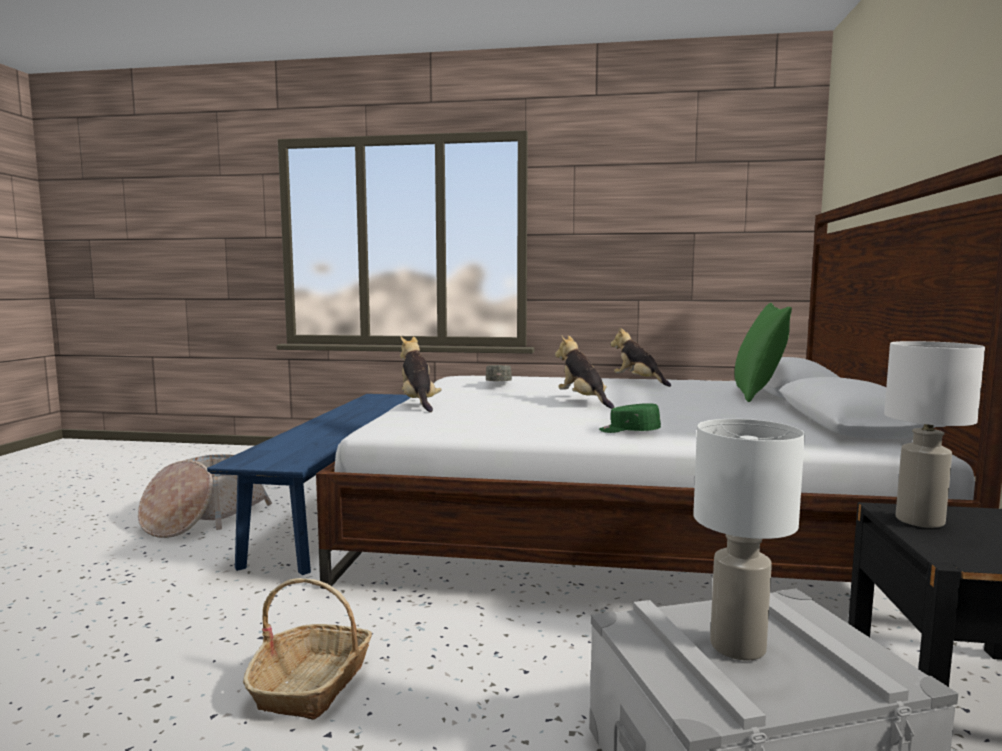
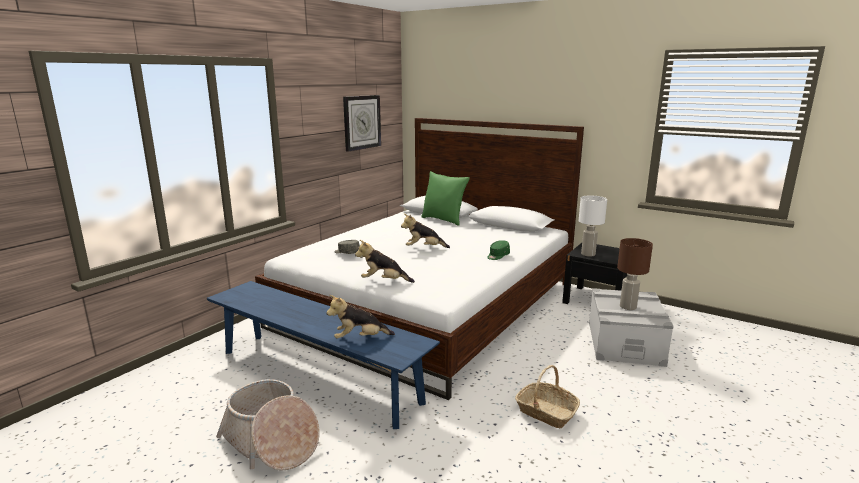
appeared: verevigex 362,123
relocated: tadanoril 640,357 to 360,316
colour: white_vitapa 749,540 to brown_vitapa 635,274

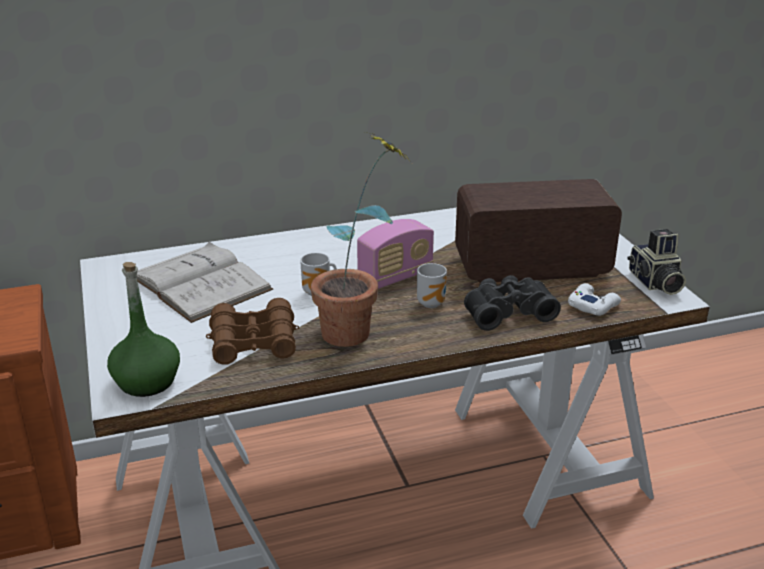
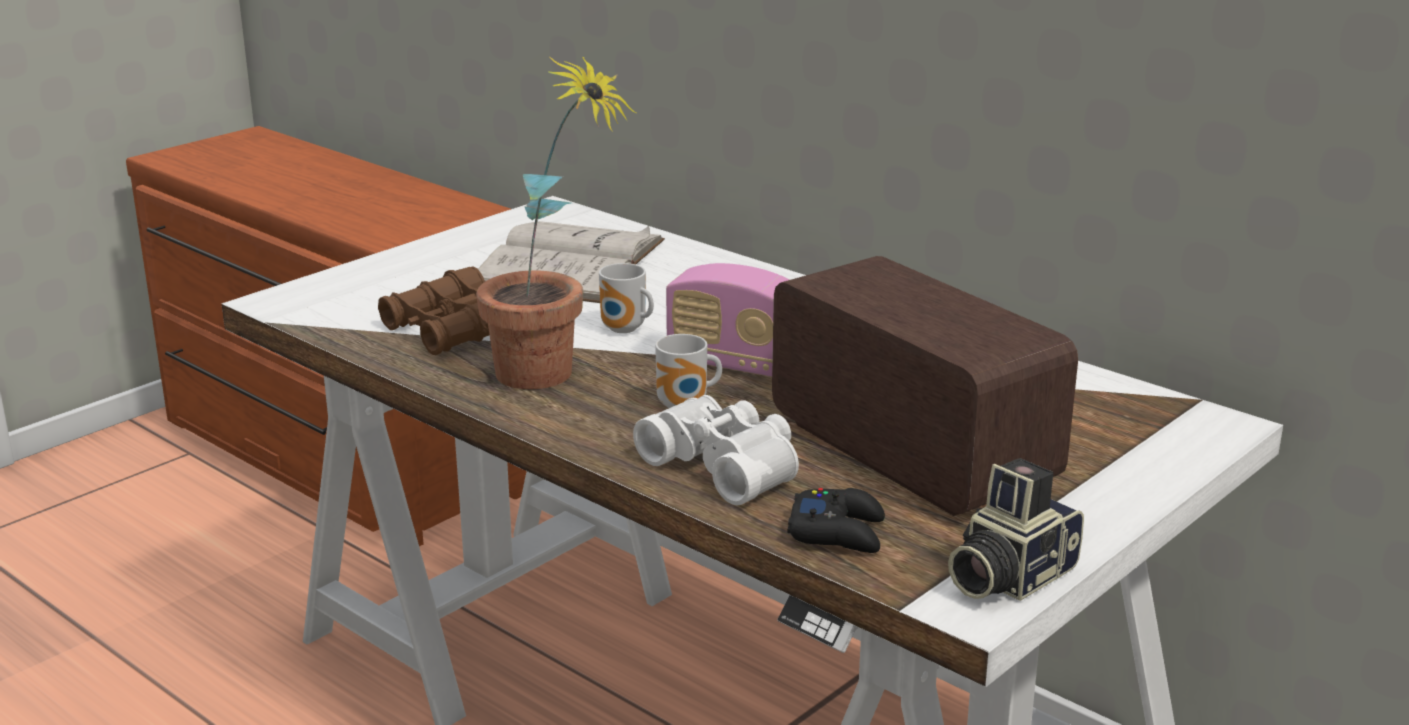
missing: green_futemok 143,329
colour: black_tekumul 512,303 to white_tekumul 716,450; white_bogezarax 594,299 to black_bogezarax 836,520

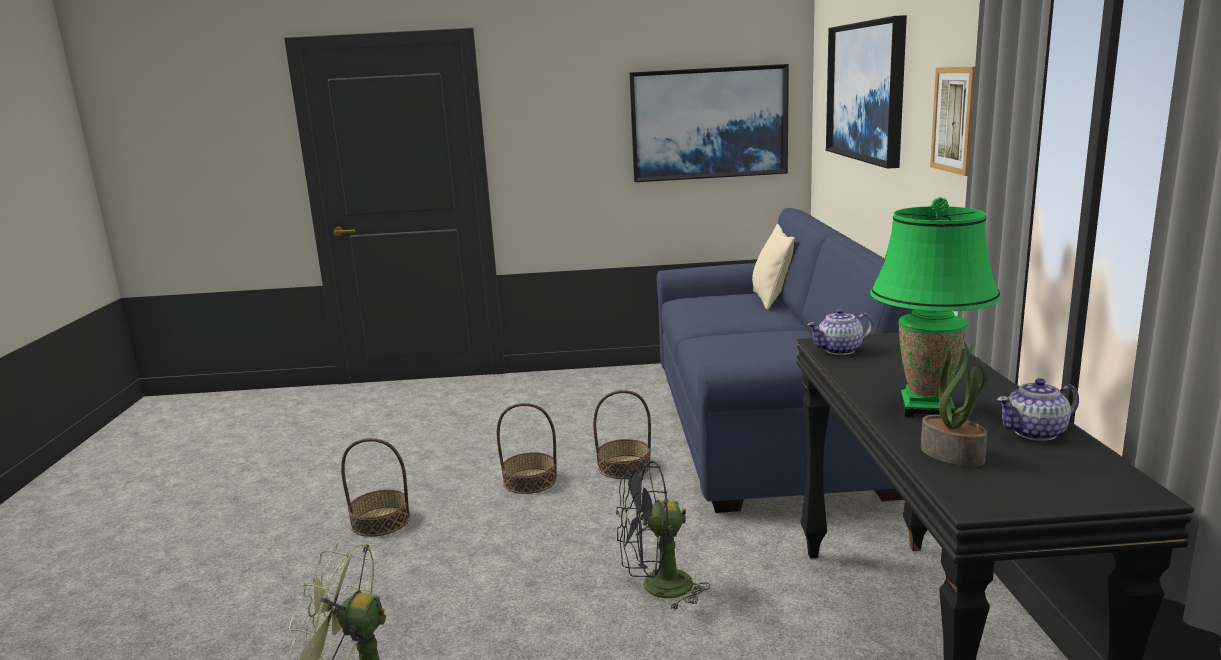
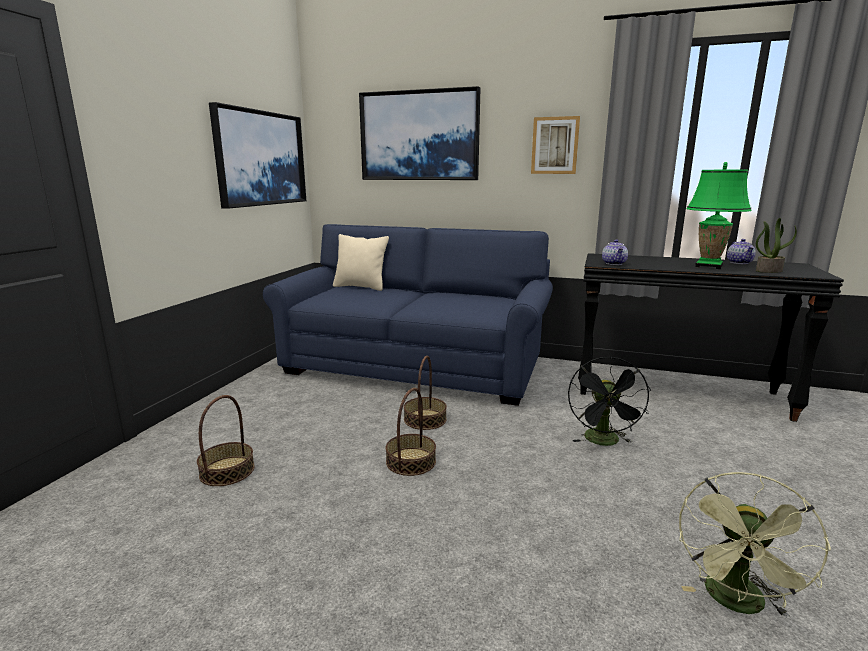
relocated: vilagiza 375,487 to 226,440

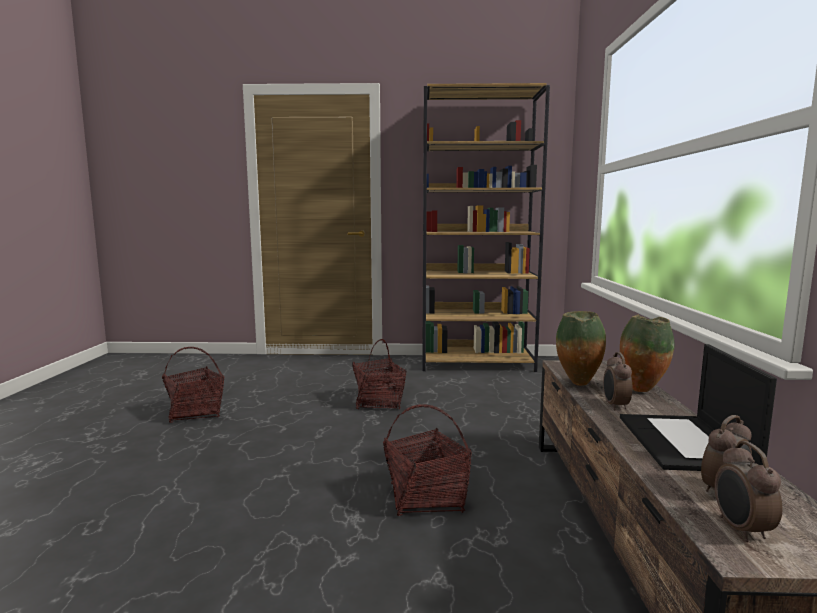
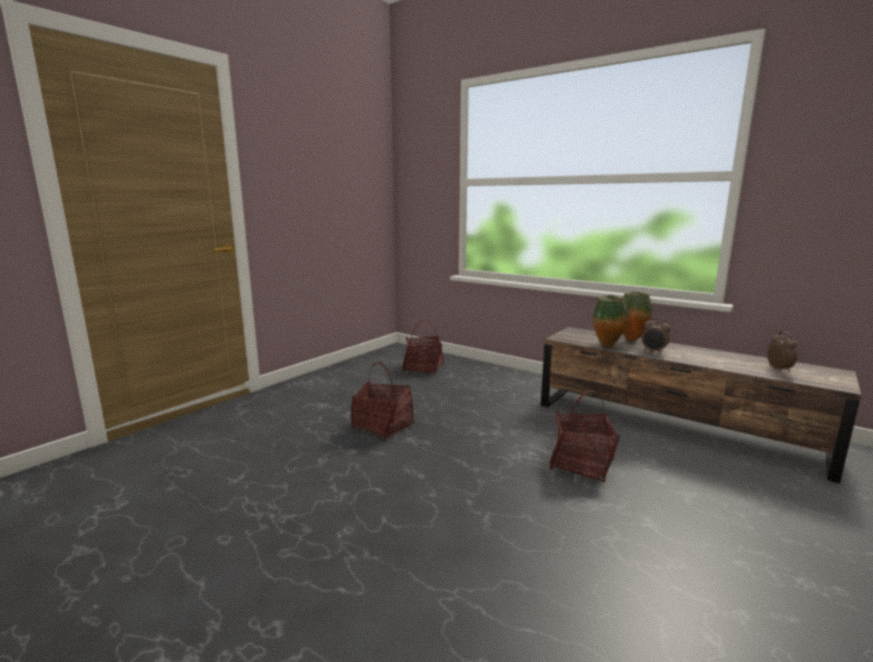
missing: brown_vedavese 486,227; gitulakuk 698,407; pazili 748,491
relocated: vilagiza 193,385 to 423,347

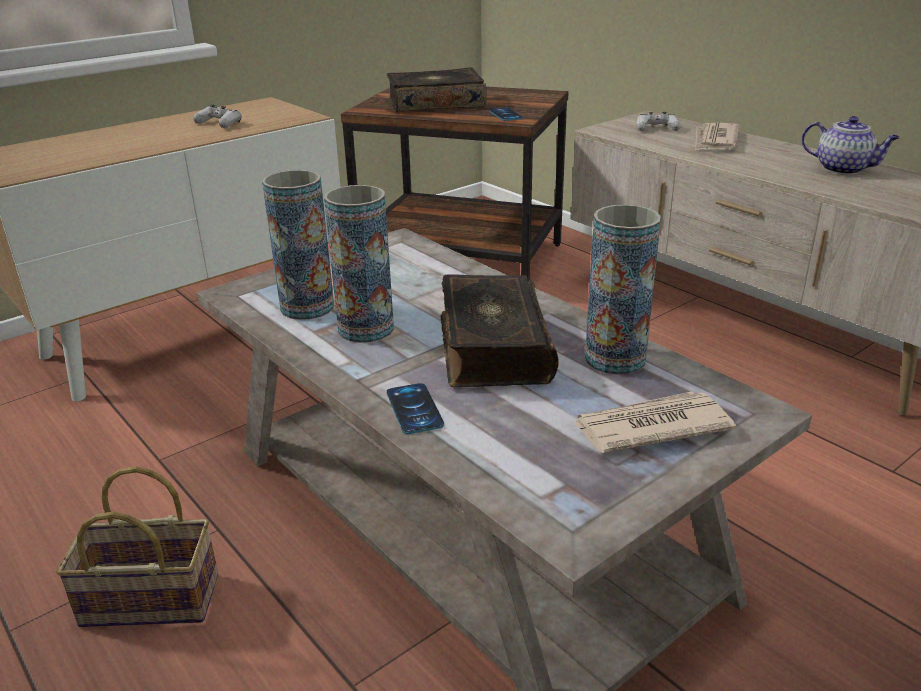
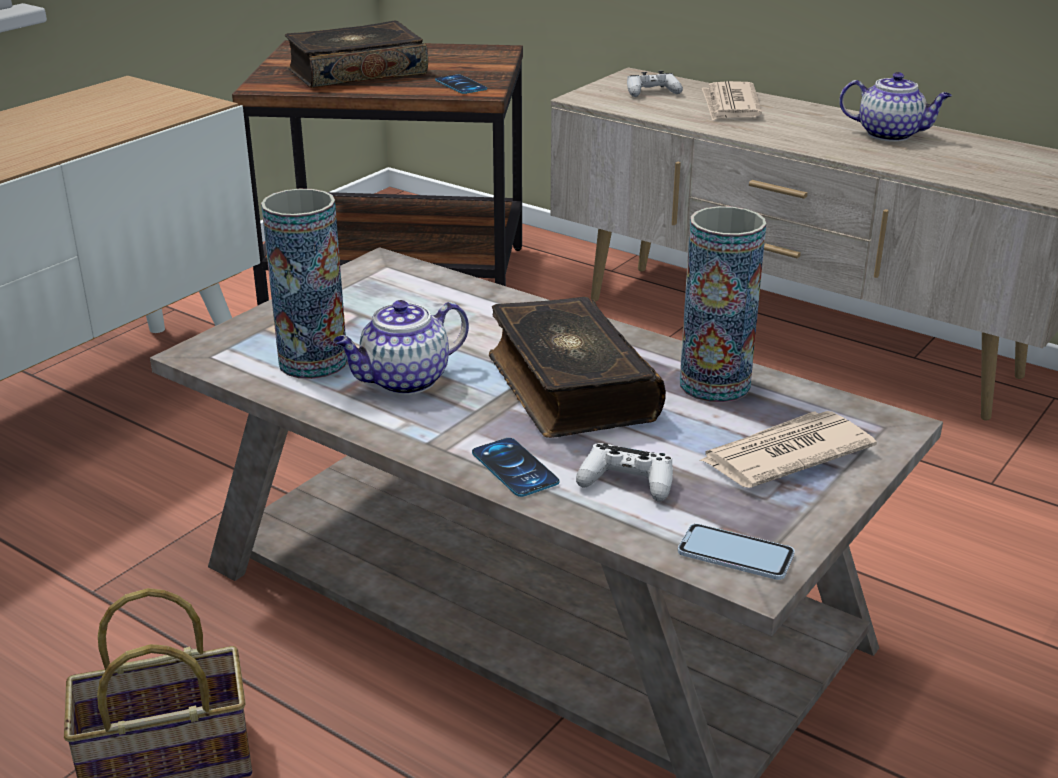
appeared: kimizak 736,551
relocated: white_bogezarax 217,116 to 624,472
exchanged: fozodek 359,264 to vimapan 401,347

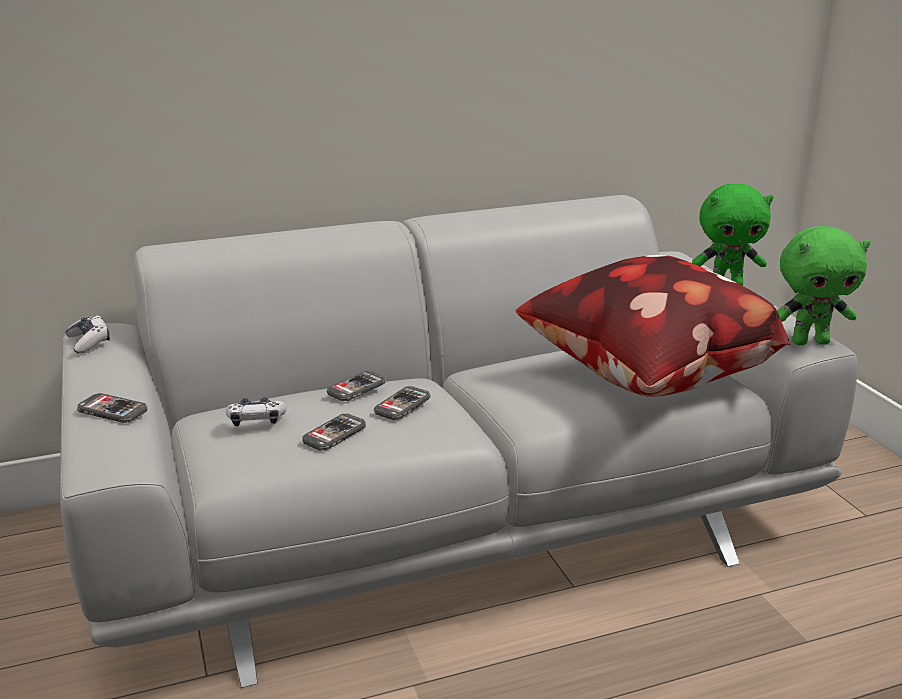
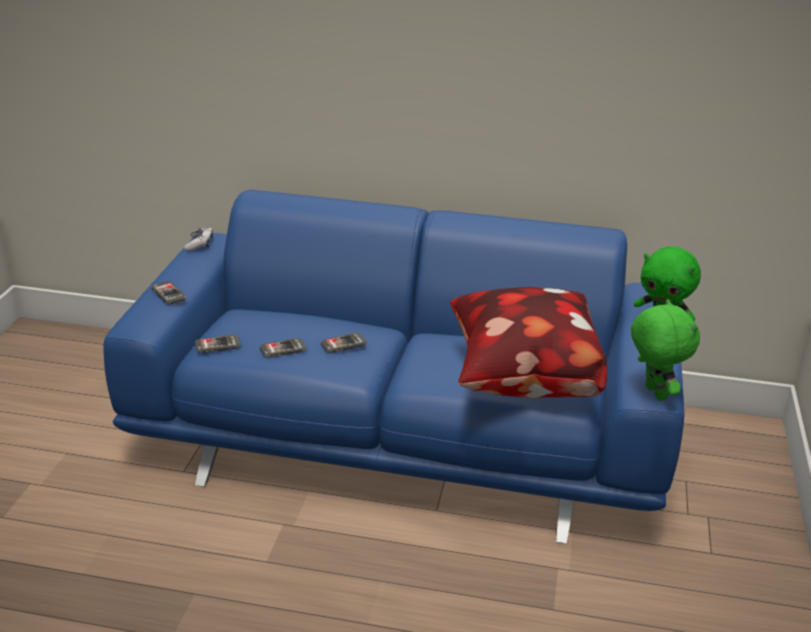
missing: bogezarax 256,411
relocated: kimizak 356,386 to 218,344
colour: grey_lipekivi 459,441 to blue_lipekivi 393,367
spun: green_tadanoril 824,285 = 665,350 135 degrees counterclockwise

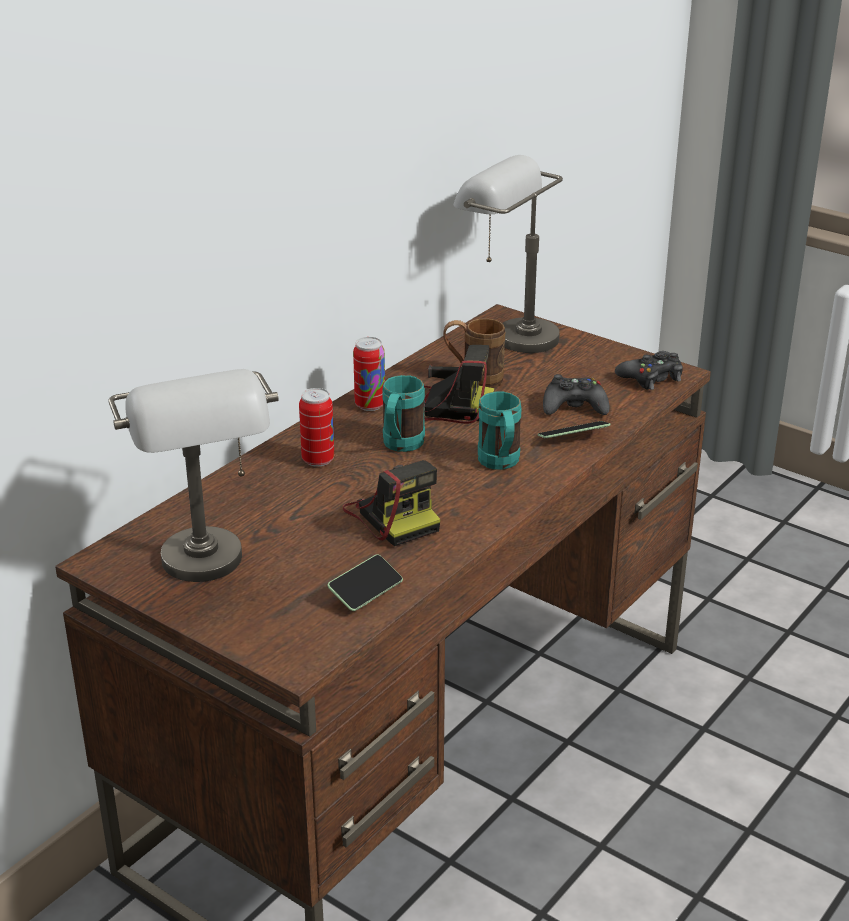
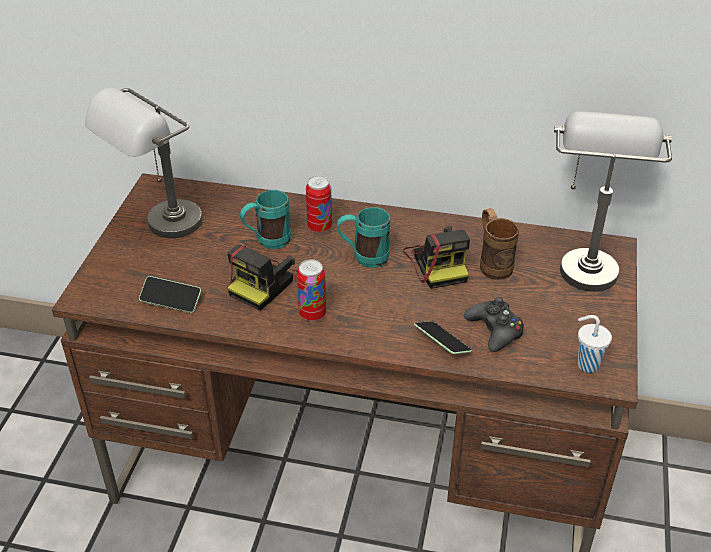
relocated: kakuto 369,374 to 311,290; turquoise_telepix 499,430 to 265,219
exchanged: black_bogezarax 649,370 to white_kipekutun 594,344

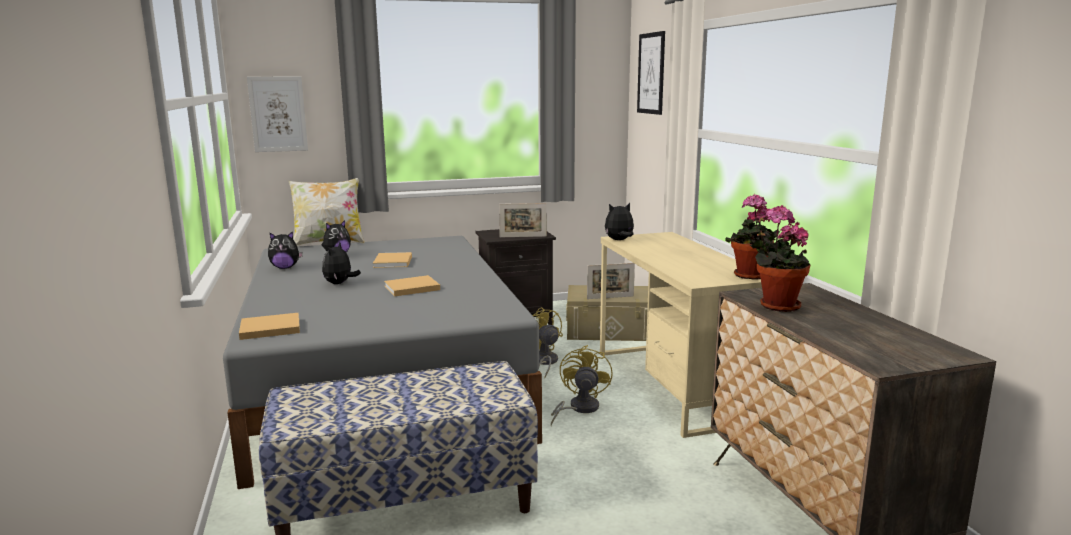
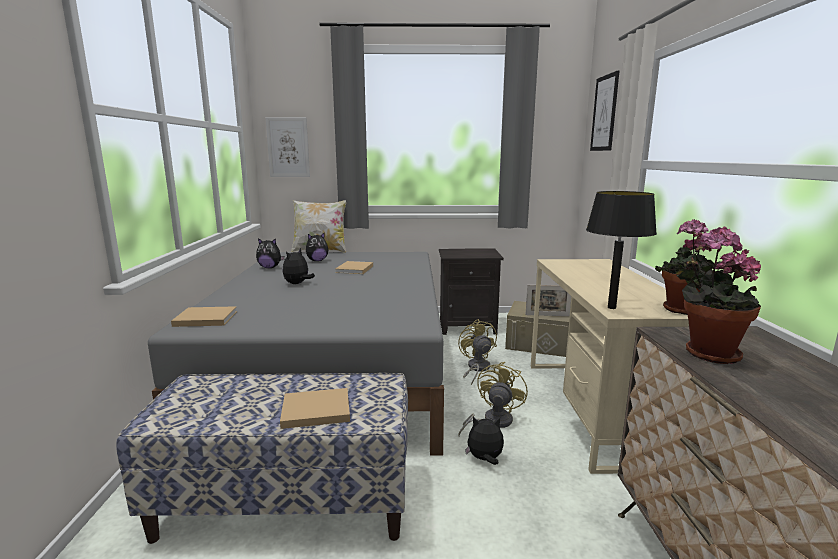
missing: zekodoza 523,220
appeared: black_vitapa 621,250
relocated: tadanoril 619,221 to 484,441; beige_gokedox 412,285 to 315,408

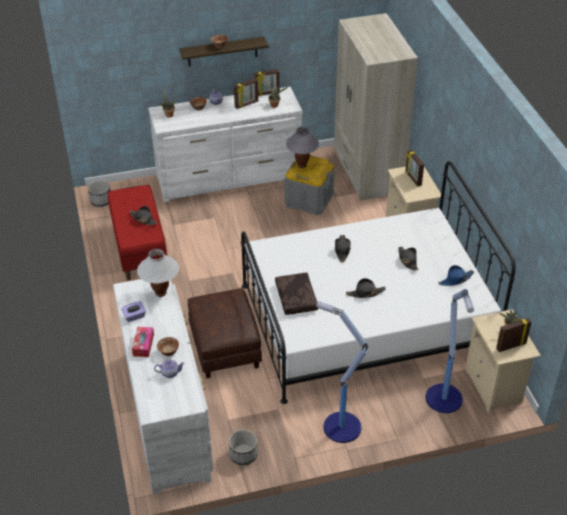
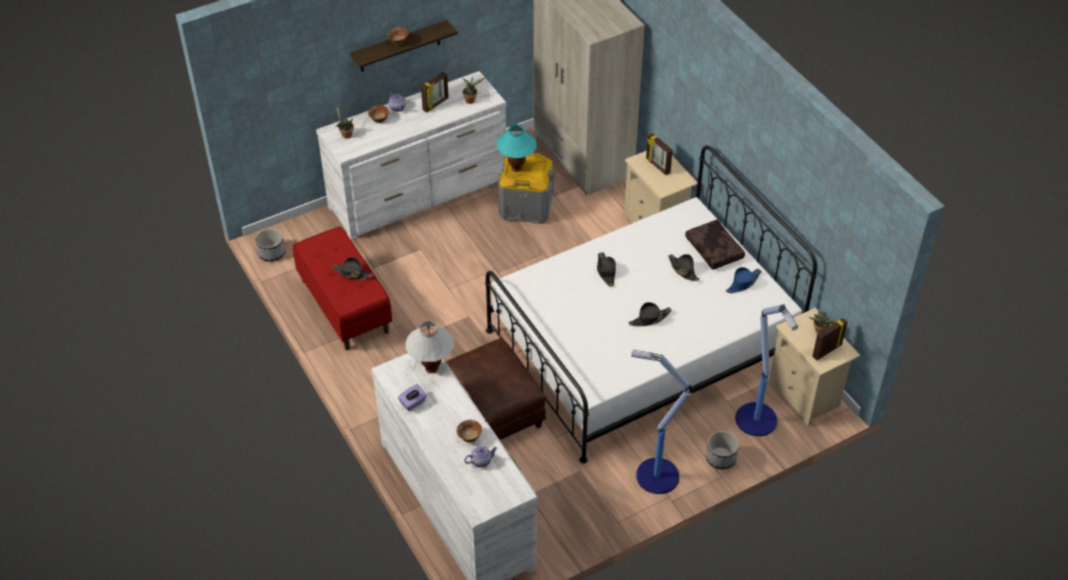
missing: zekodoza 267,82; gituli 143,342
relocated: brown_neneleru 297,294 to 715,245; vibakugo 243,447 to 722,450
colour: grey_vitapa 302,147 to turquoise_vitapa 516,148

